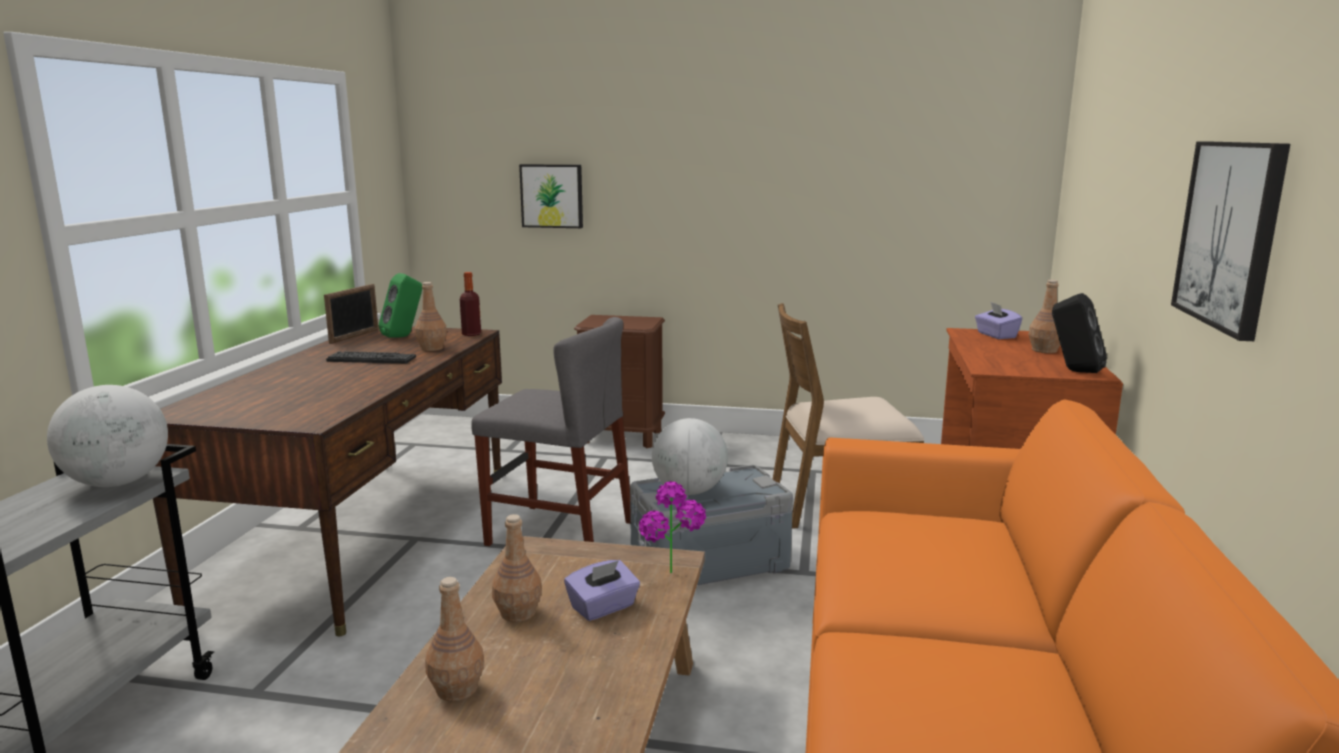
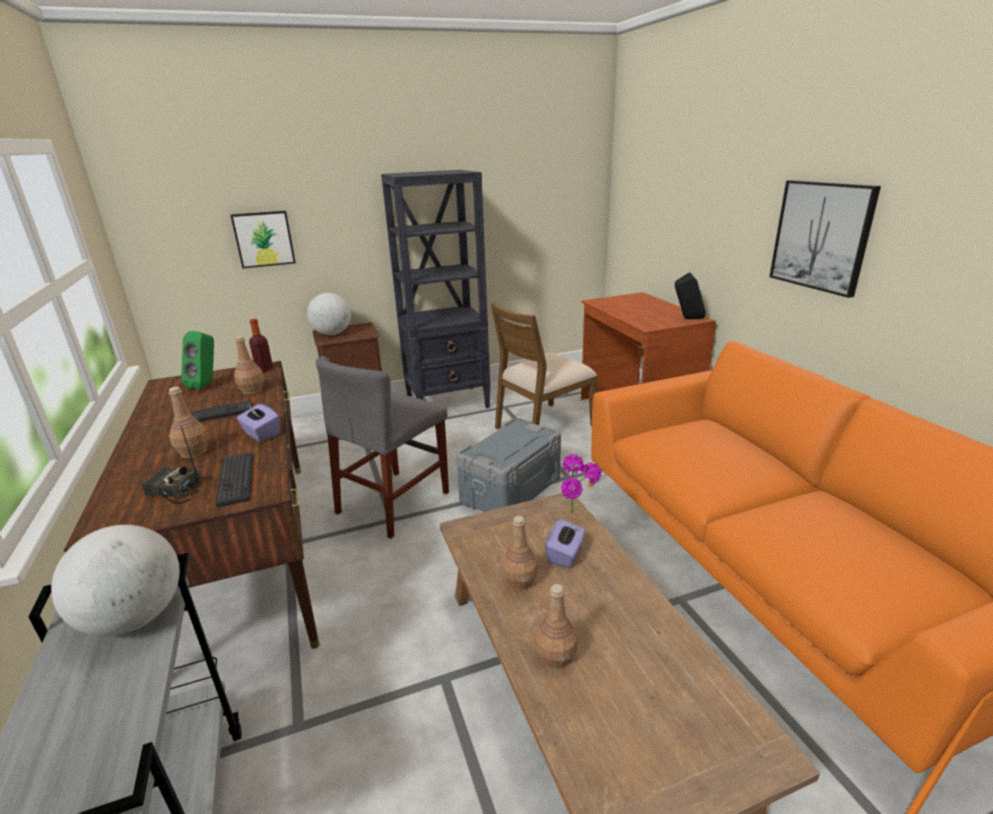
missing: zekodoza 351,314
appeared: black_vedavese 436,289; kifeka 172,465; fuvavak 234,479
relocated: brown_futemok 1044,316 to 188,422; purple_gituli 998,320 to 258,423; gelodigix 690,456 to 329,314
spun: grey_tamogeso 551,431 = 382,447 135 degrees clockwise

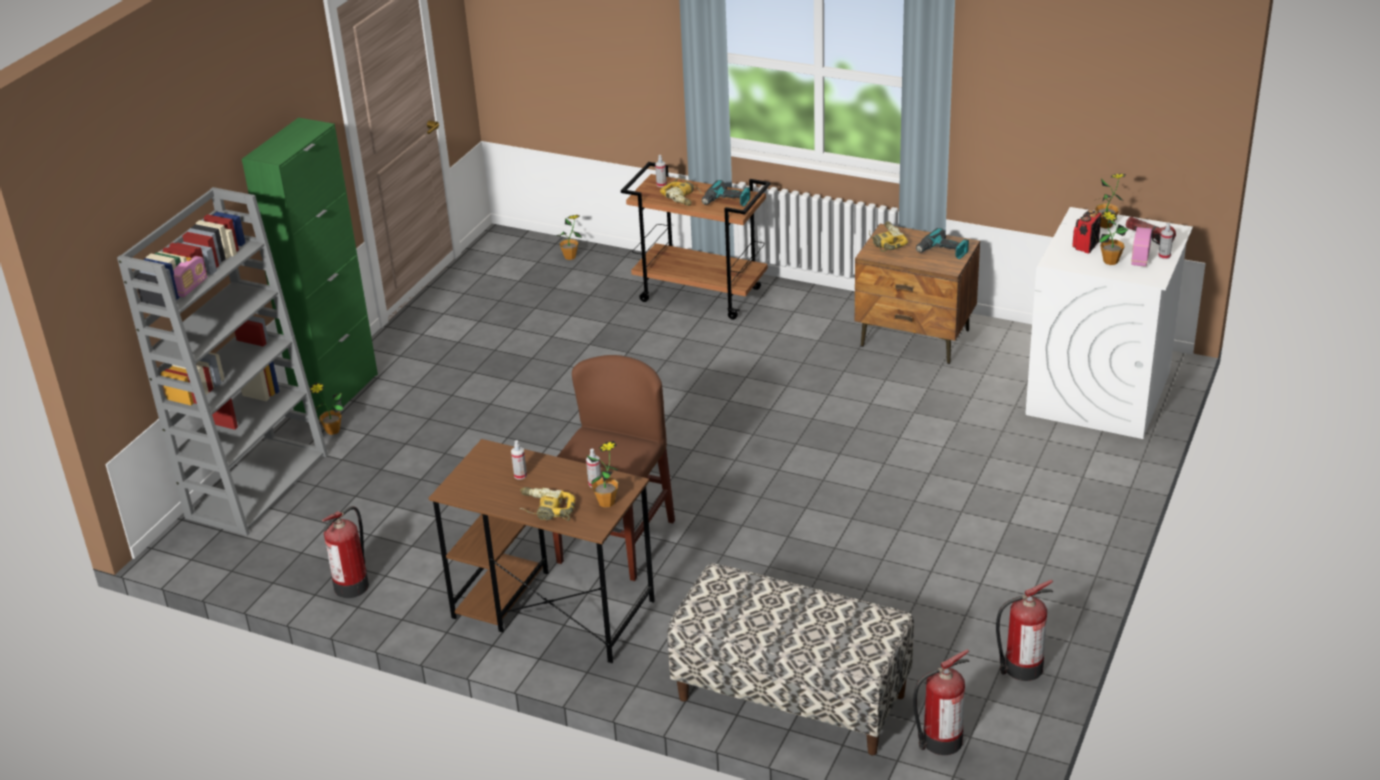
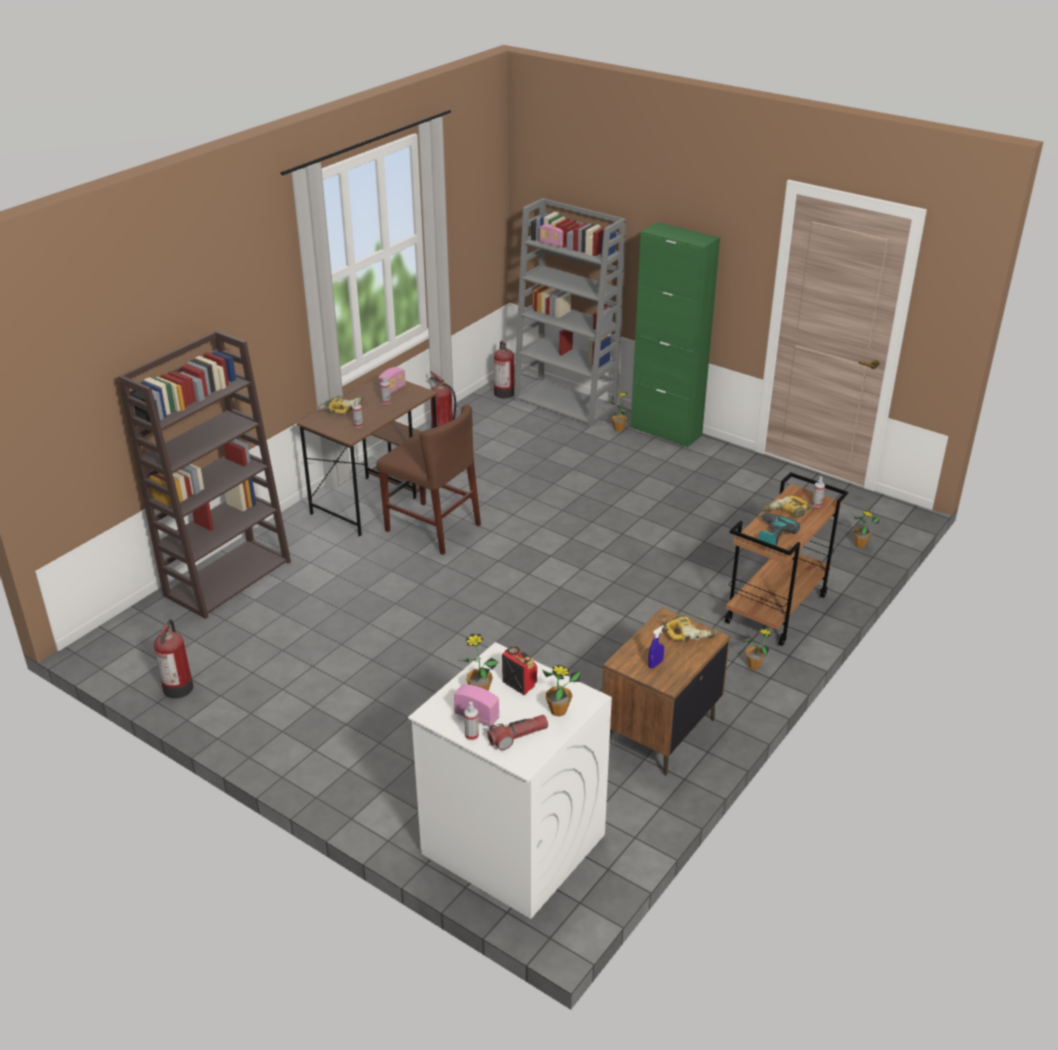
appeared: kifeka 392,380
relocated: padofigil 602,474 to 758,649; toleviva 941,702 to 504,369
exchanged: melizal 942,243 to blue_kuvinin 656,646; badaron 790,659 to brown_vedavese 204,474

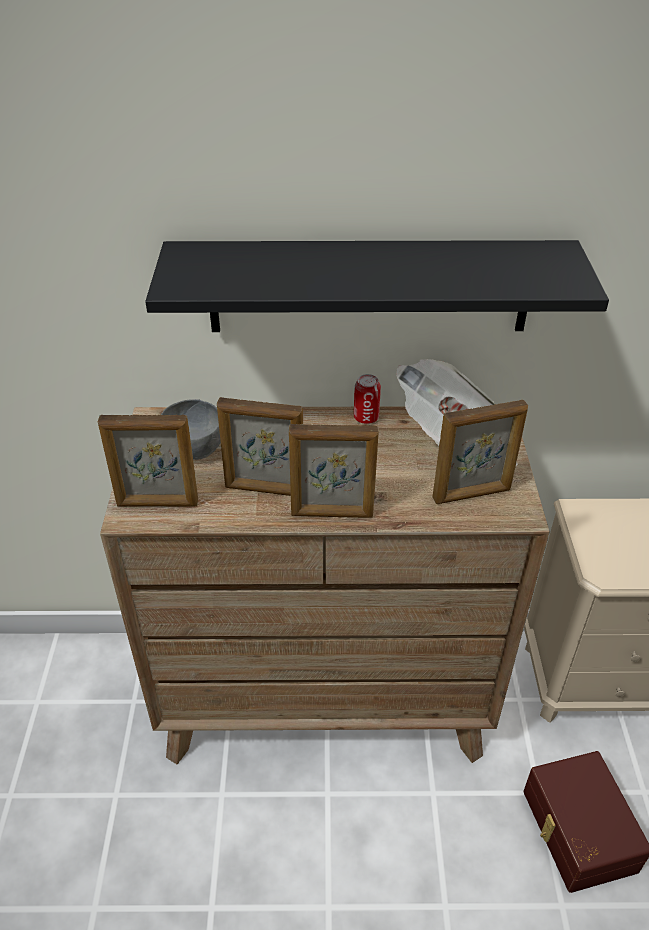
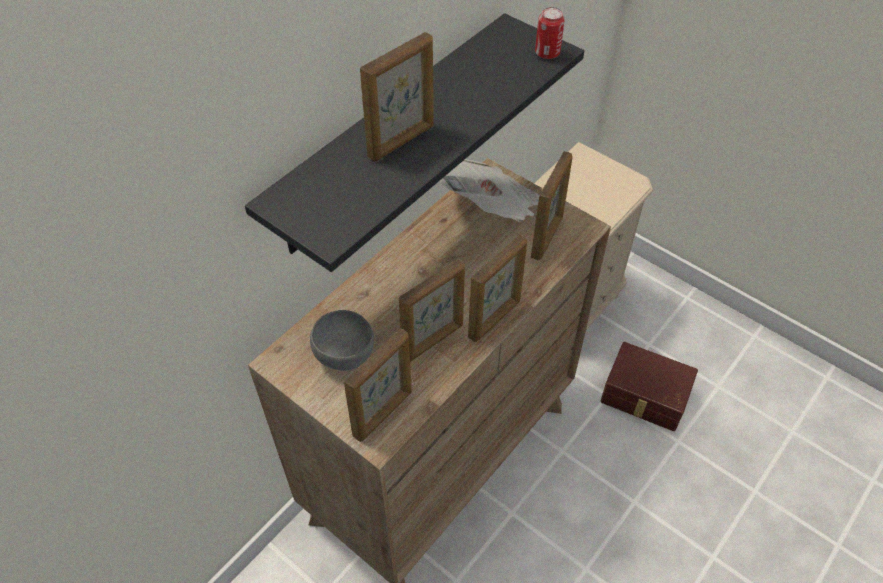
appeared: zekodoza 397,97
relocated: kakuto 367,399 to 550,33

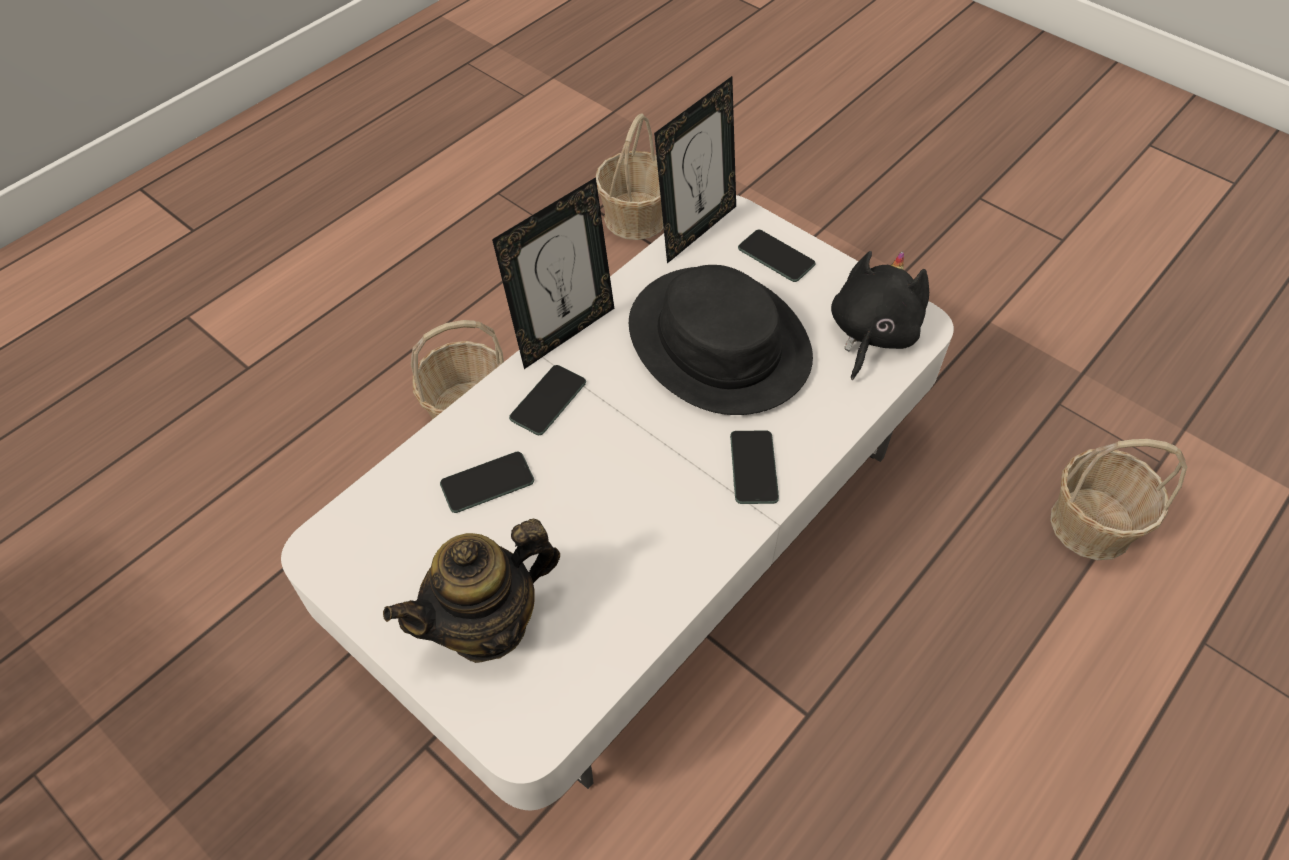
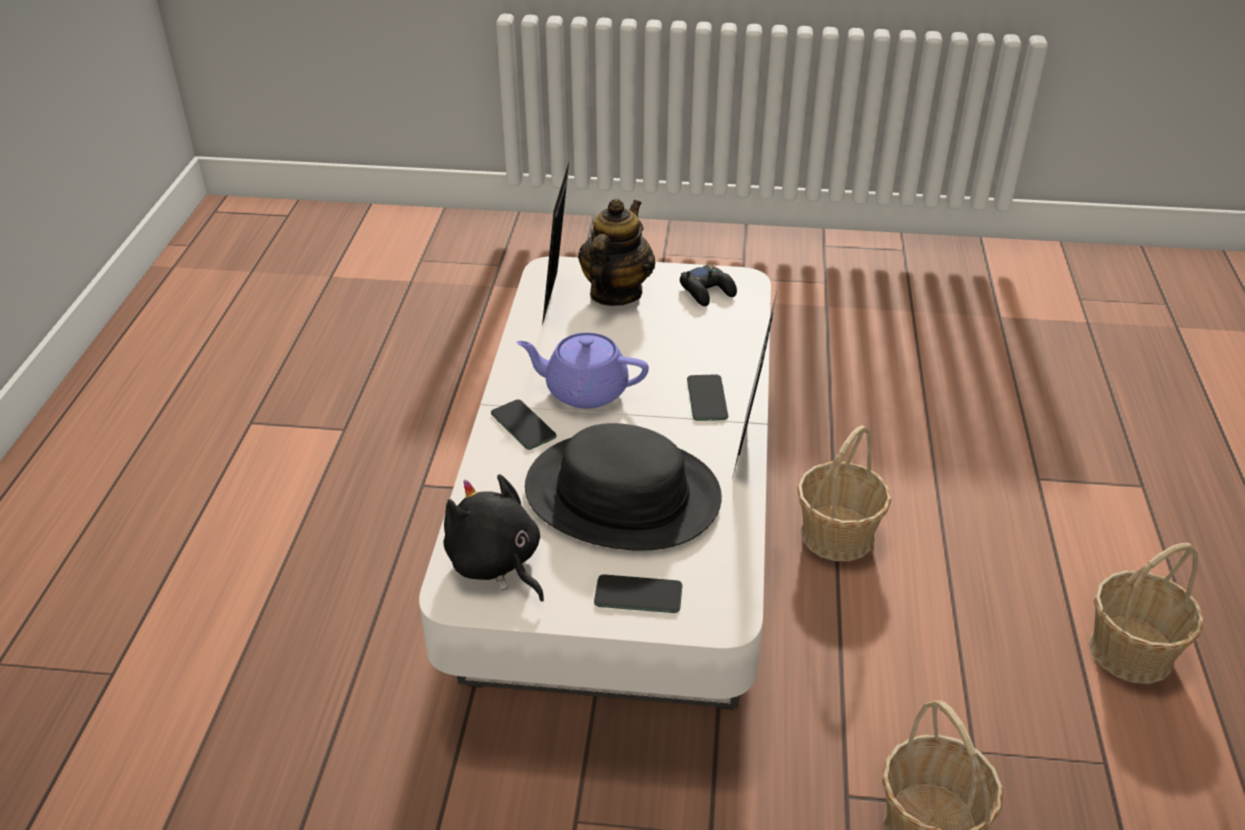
missing: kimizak 487,482
appeared: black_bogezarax 708,285; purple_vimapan 583,371
relocated: zekodoza 695,169 to 555,243; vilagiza 1118,499 to 1146,613
spun: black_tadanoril 880,315 = 493,538 150 degrees clockwise

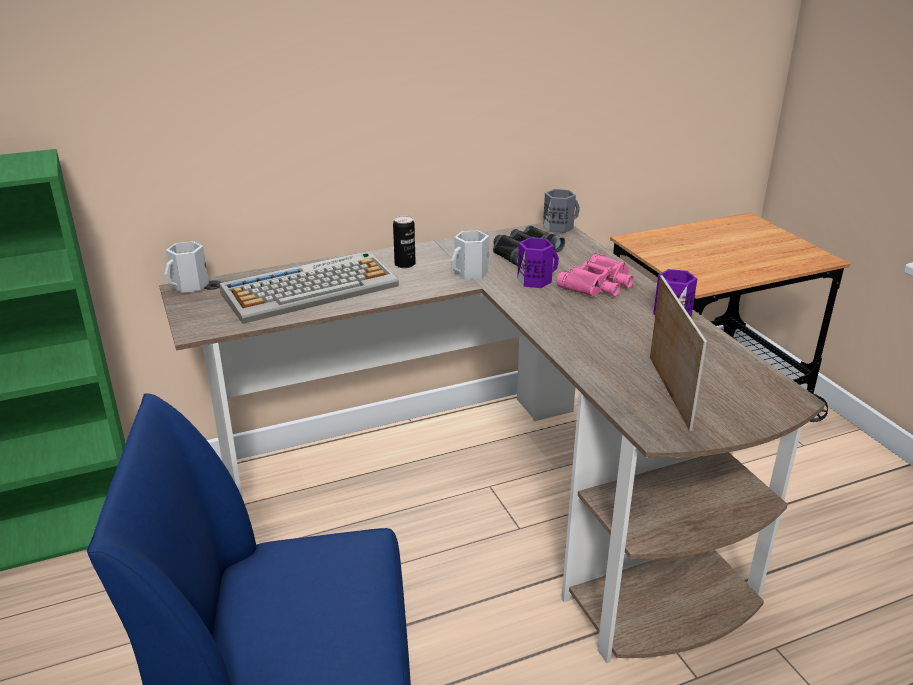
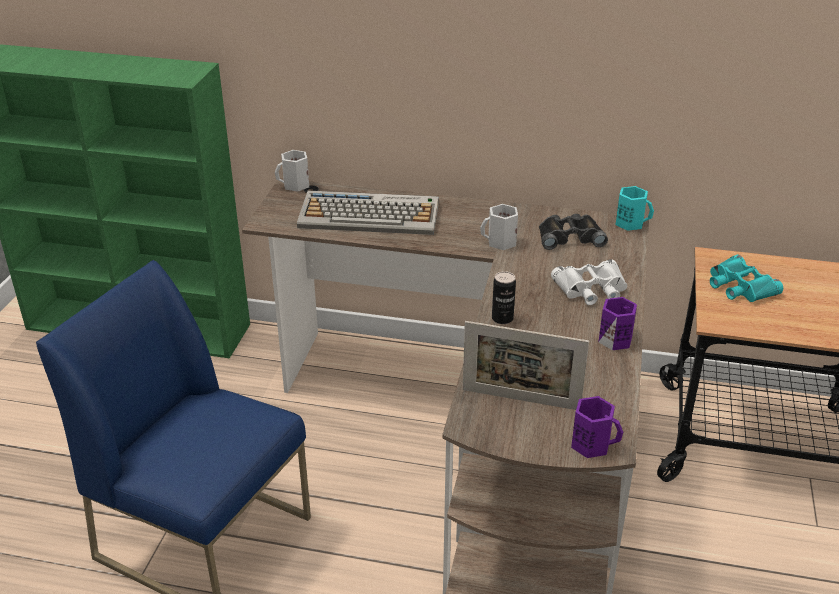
appeared: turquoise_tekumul 746,278
relocated: kakuto 404,241 to 504,297; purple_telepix 538,263 to 597,427
colour: grey_telepix 561,211 to turquoise_telepix 635,208; pink_tekumul 595,275 to white_tekumul 589,282
spun: zekodoza 678,353 = 526,365 75 degrees clockwise

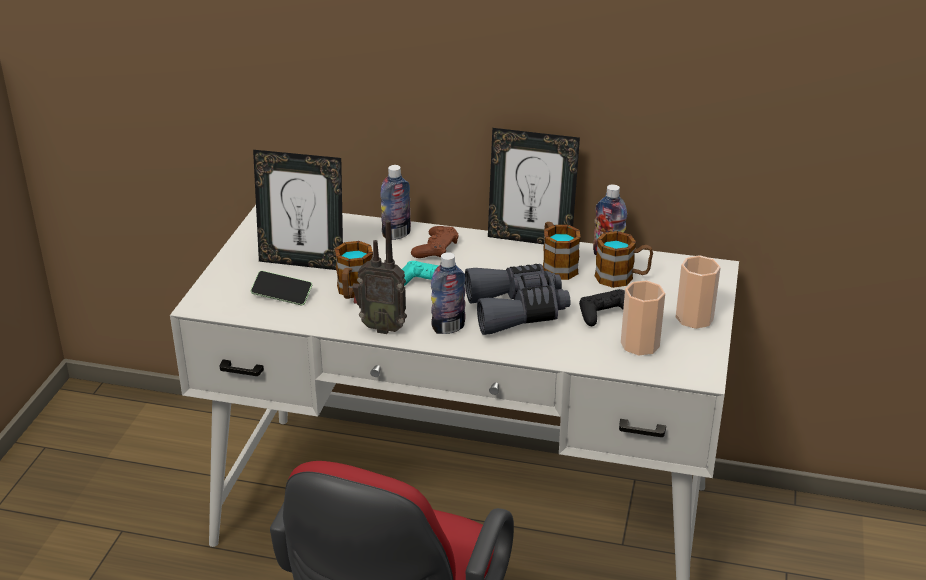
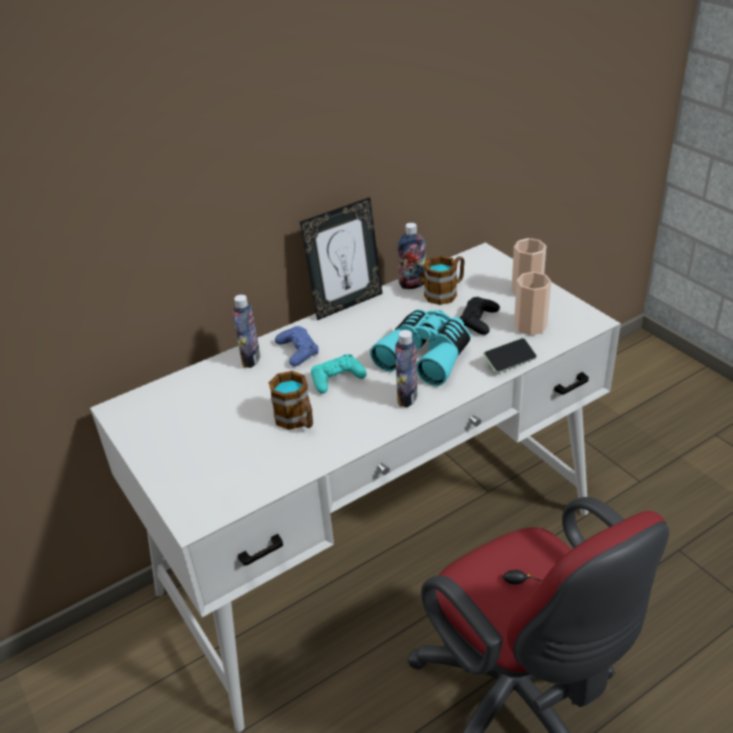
missing: zekodoza 298,210; kifeka 380,277; telepix 562,251
relocated: kimizak 281,288 to 510,355
colour: brown_bogezarax 435,242 to blue_bogezarax 297,346; grey_tekumul 517,299 to turquoise_tekumul 420,347

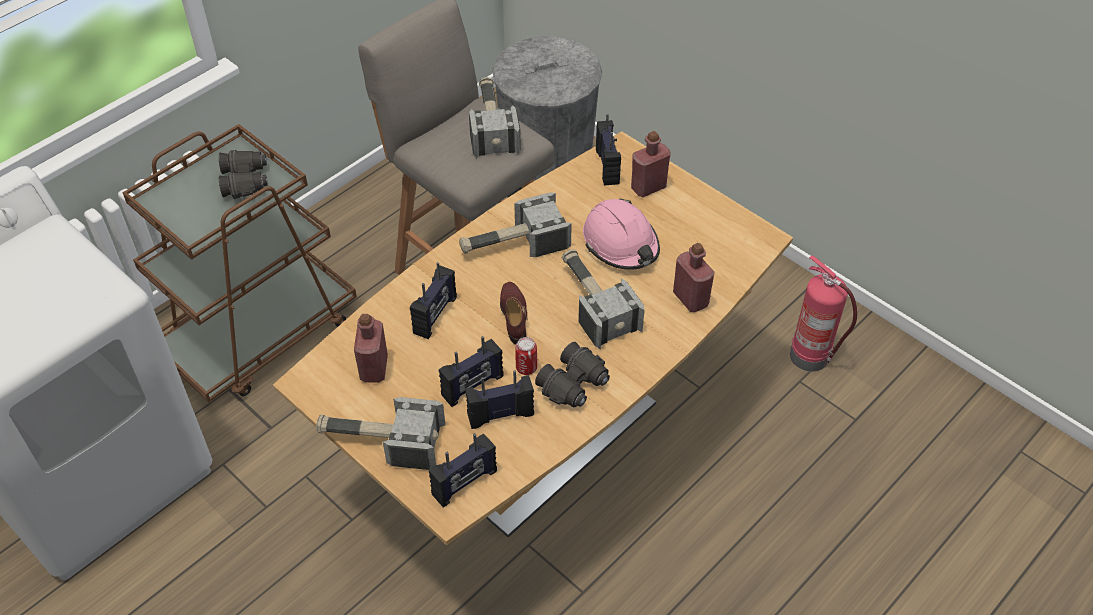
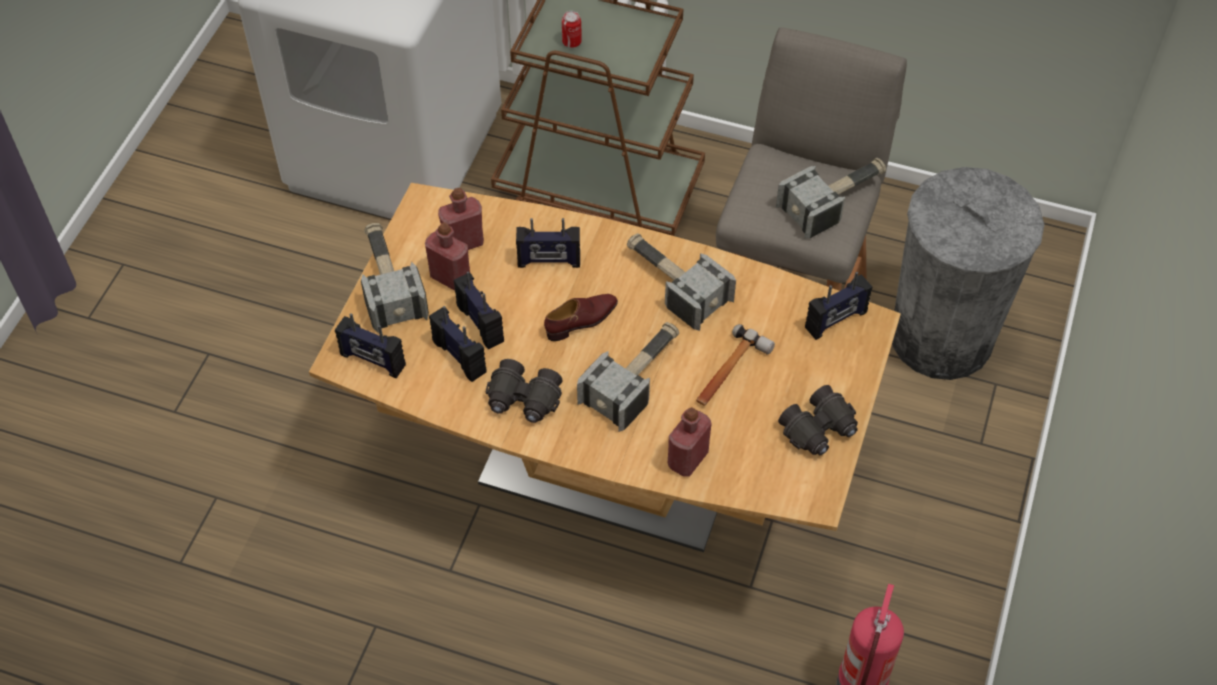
relocated: red_futemok 651,164 to 447,256; black_tekumul 243,174 to 818,420; kakuto 526,356 to 572,29
exchanged: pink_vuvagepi 621,234 to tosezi 735,365
spun: kifeka 471,371 = 479,311 150 degrees counterclockwise

